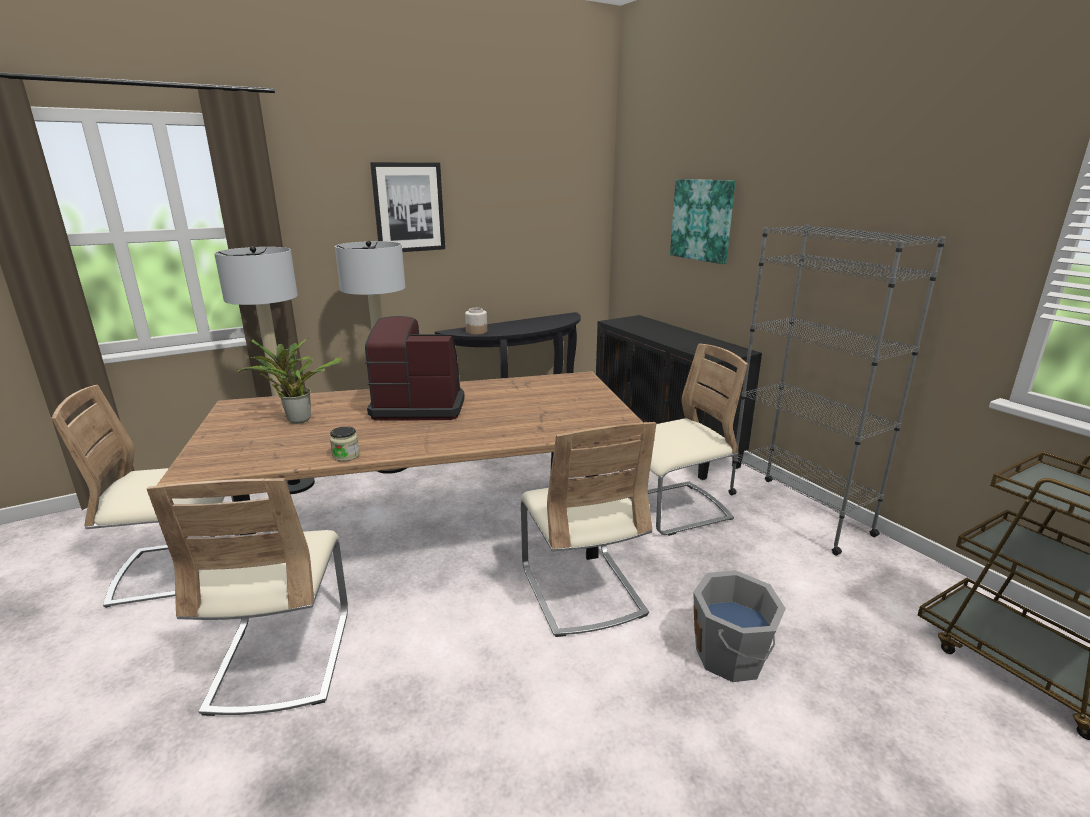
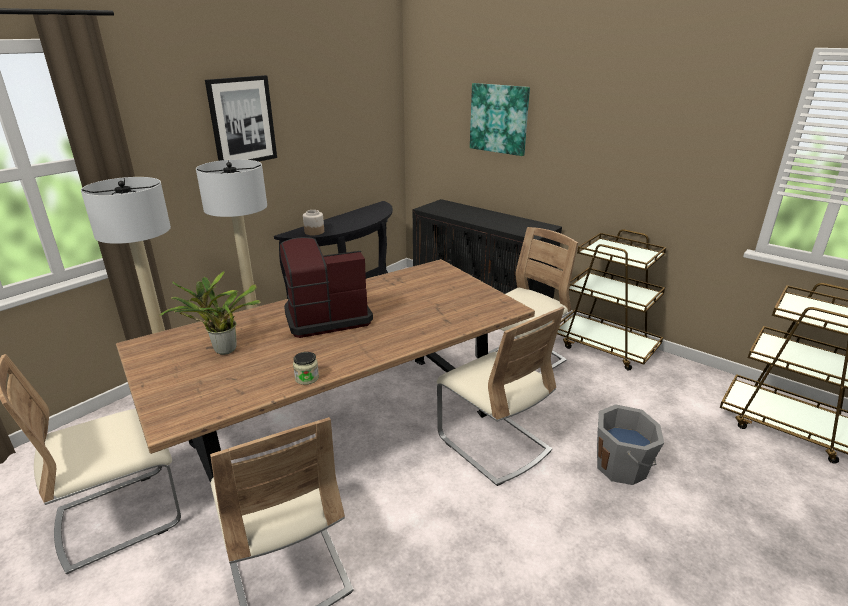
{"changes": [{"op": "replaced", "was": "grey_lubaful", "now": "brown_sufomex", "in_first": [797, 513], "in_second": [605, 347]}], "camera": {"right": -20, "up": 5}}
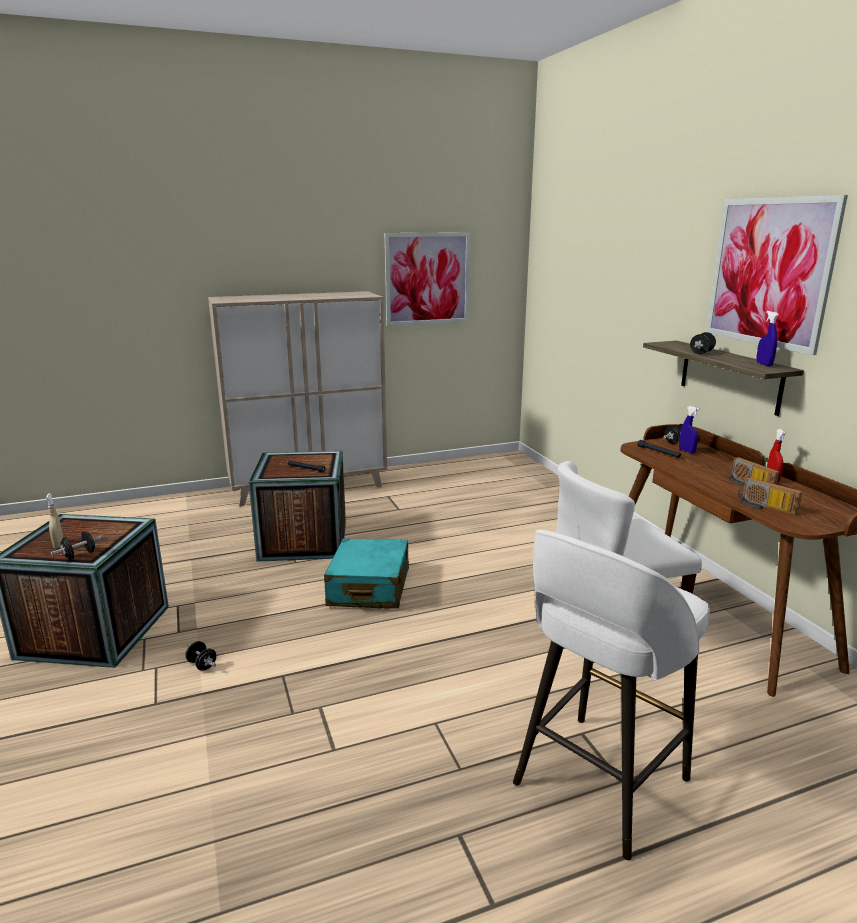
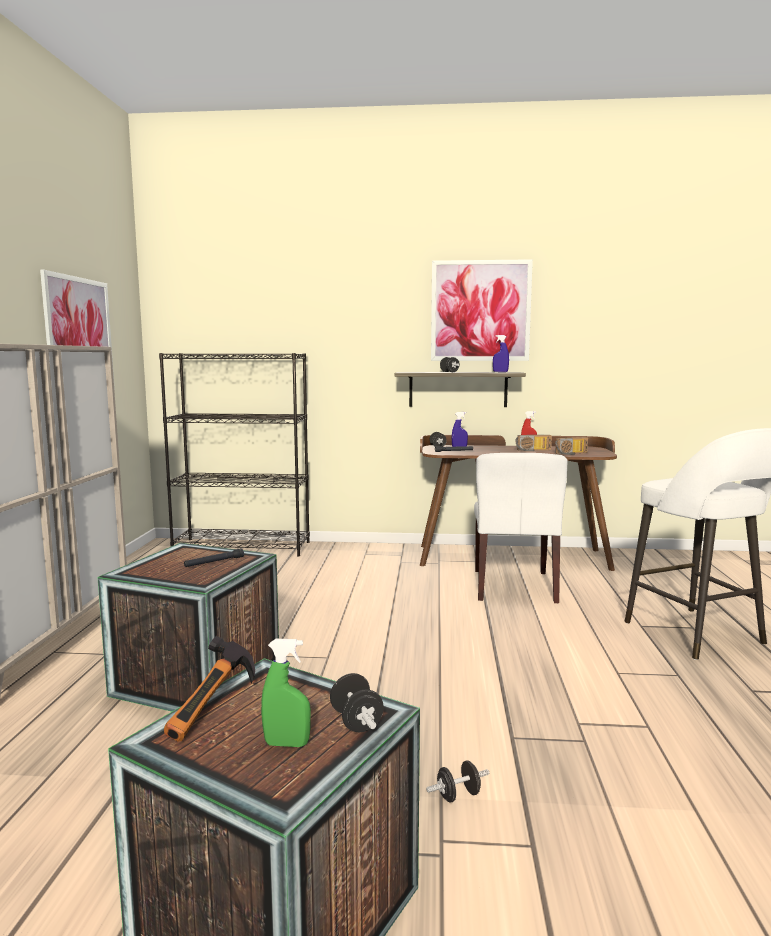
{"changes": [{"op": "removed", "was": "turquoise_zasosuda", "in_first": [369, 588]}, {"op": "added", "now": "black_lubaful", "in_second": [243, 547]}, {"op": "added", "now": "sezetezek", "in_second": [215, 709]}, {"op": "recoloured", "was": "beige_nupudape", "now": "green_nupudape", "in_first": [58, 545], "in_second": [286, 744]}], "camera": {"right": -65, "up": -10}}
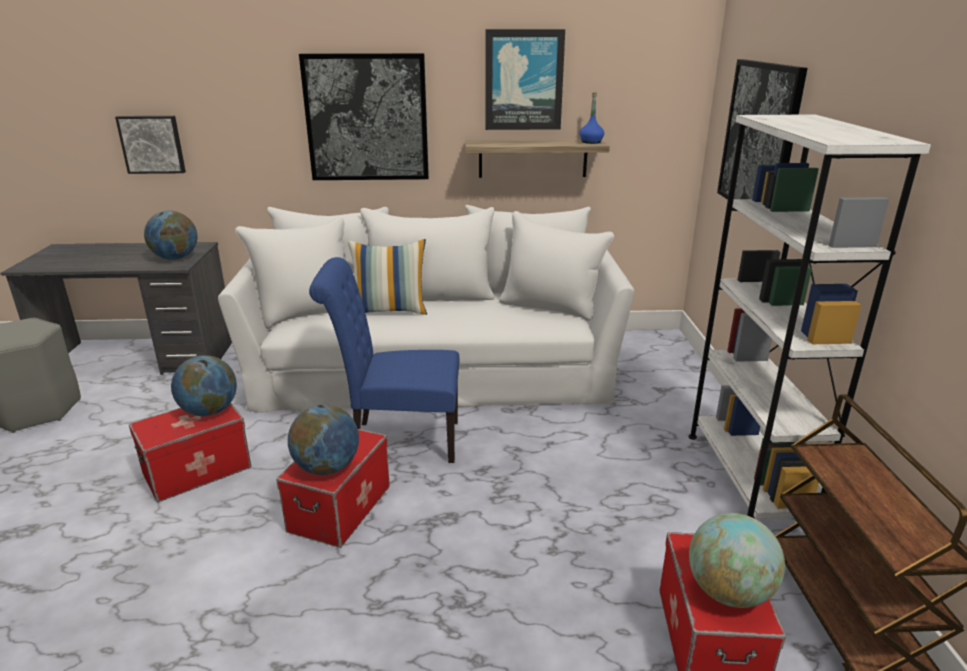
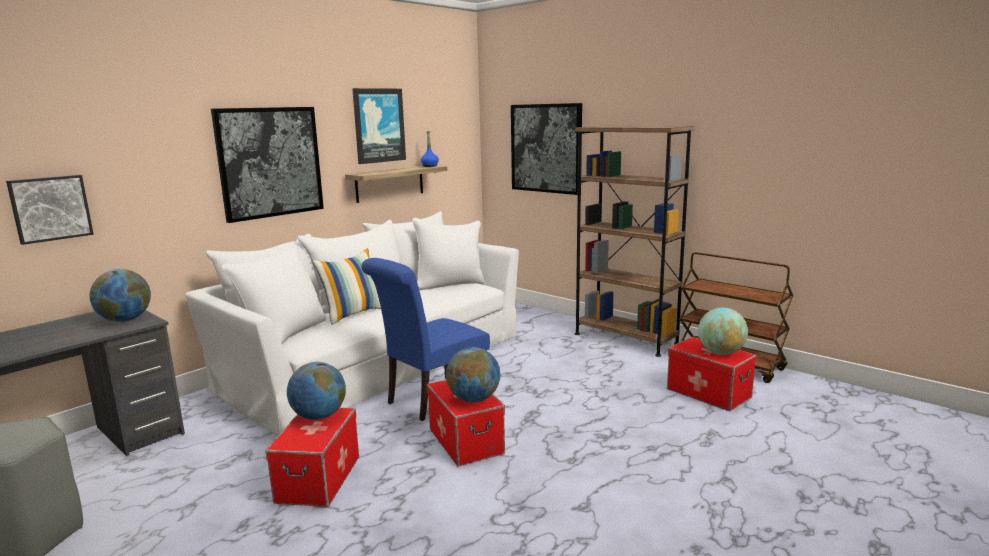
{"changes": [{"op": "recoloured", "was": "white_lubaful", "now": "brown_lubaful", "in_first": [747, 478], "in_second": [625, 339]}], "camera": {"right": -45, "up": -10}}
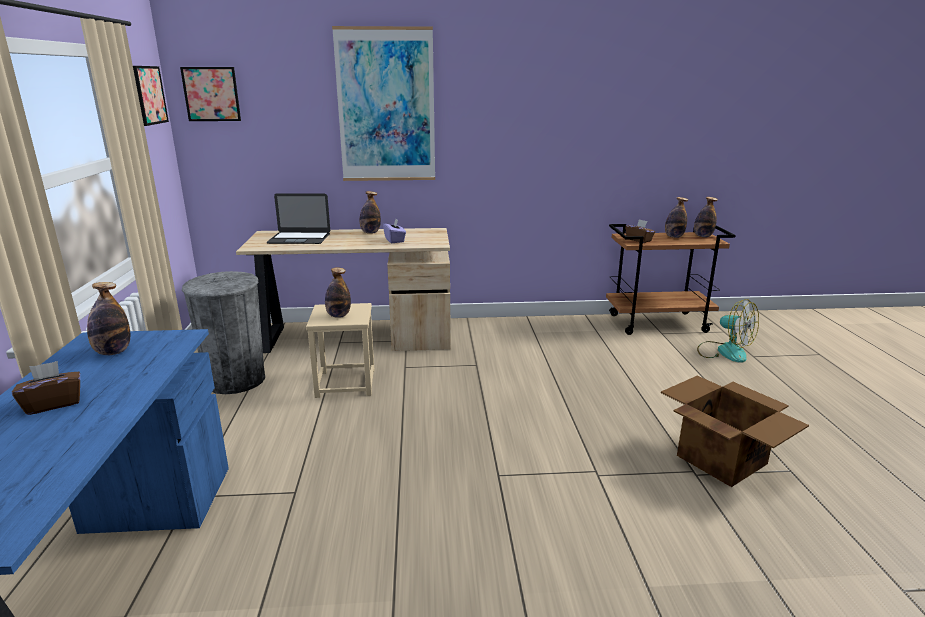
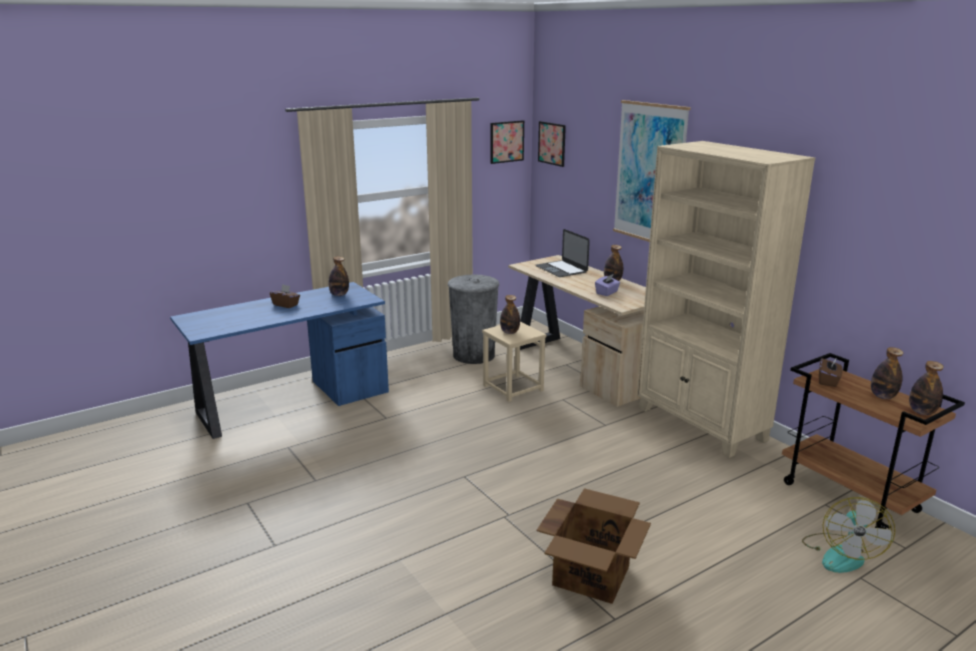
{"changes": [{"op": "added", "now": "beige_lubaful", "in_second": [701, 425]}], "camera": {"right": 60, "up": 0}}
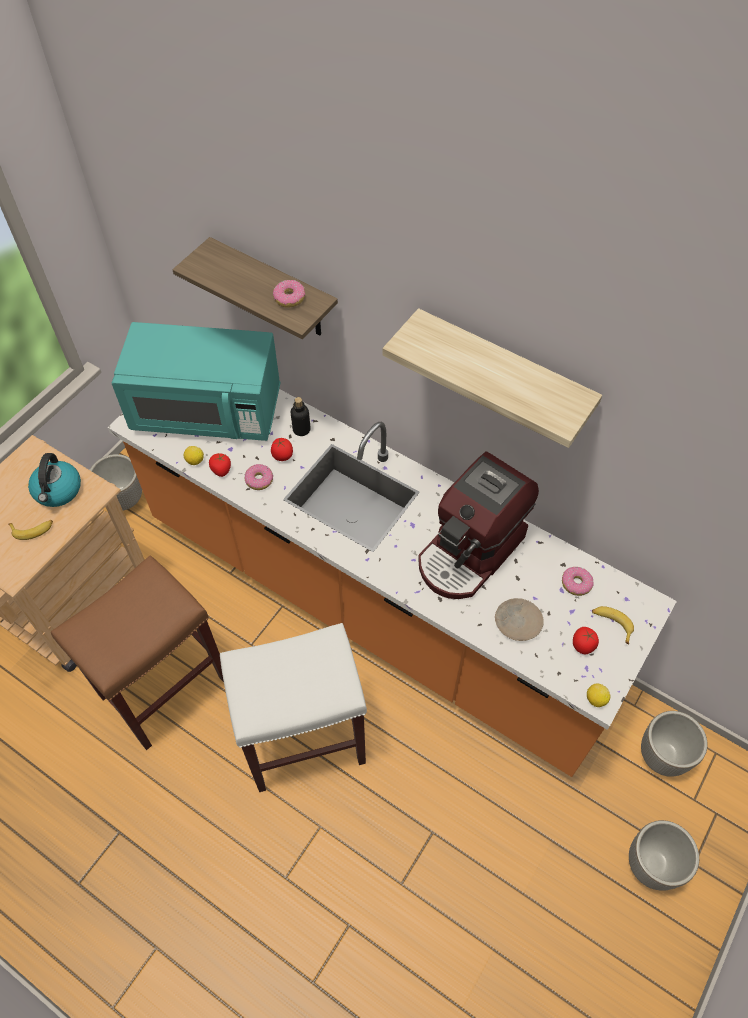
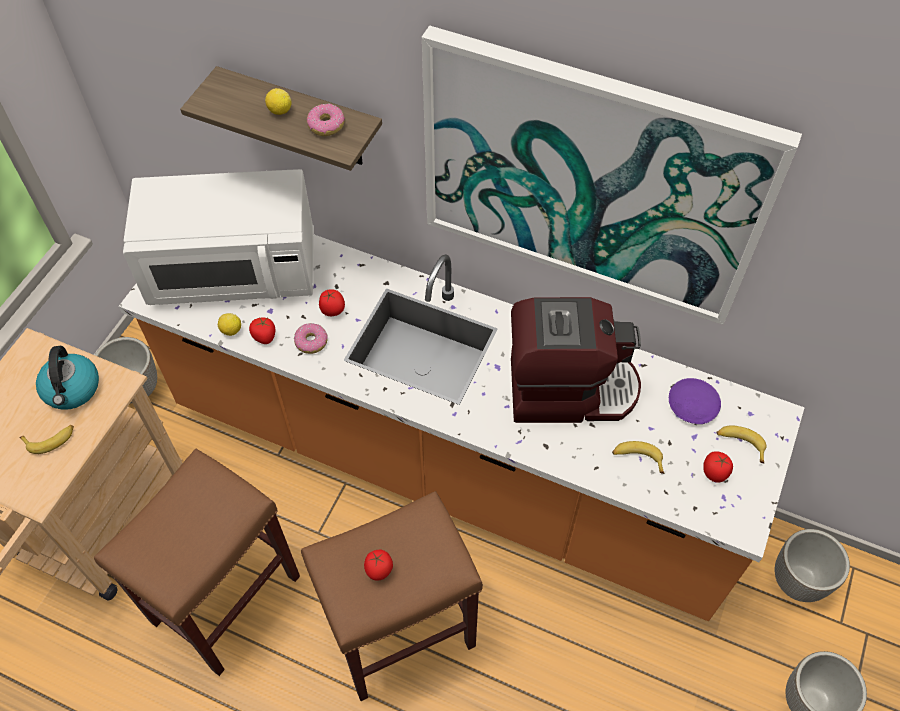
{"changes": [{"op": "removed", "was": "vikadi", "in_first": [301, 429]}, {"op": "added", "now": "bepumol", "in_second": [379, 570]}, {"op": "moved", "was": "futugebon", "in_first": [595, 699], "in_second": [280, 111]}, {"op": "replaced", "was": "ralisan", "now": "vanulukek", "in_first": [502, 373], "in_second": [589, 179]}, {"op": "replaced", "was": "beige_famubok", "now": "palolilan", "in_first": [517, 622], "in_second": [637, 458]}, {"op": "replaced", "was": "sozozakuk", "now": "purple_famubok", "in_first": [576, 584], "in_second": [692, 405]}, {"op": "recoloured", "was": "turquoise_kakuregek", "now": "white_kakuregek", "in_first": [207, 410], "in_second": [234, 270]}, {"op": "recoloured", "was": "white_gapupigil", "now": "brown_gapupigil", "in_first": [305, 737], "in_second": [401, 629]}, {"op": "turned", "was": "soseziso", "in_first": [470, 552], "in_second": [569, 388], "clockwise": -120}], "camera": {"right": -10, "up": 0}}
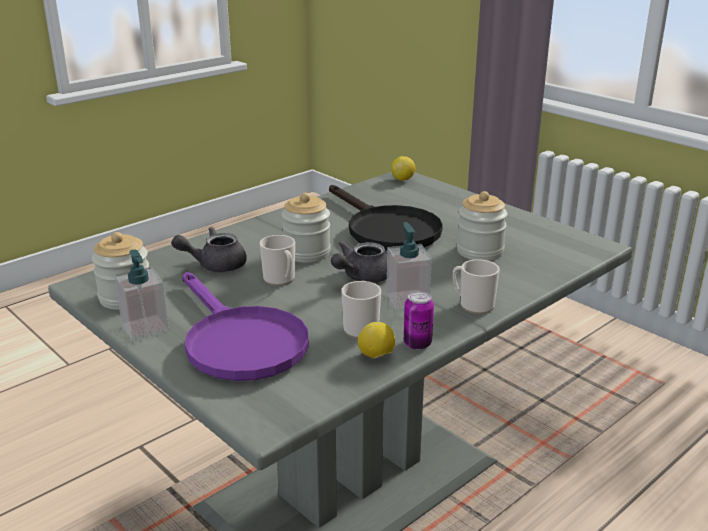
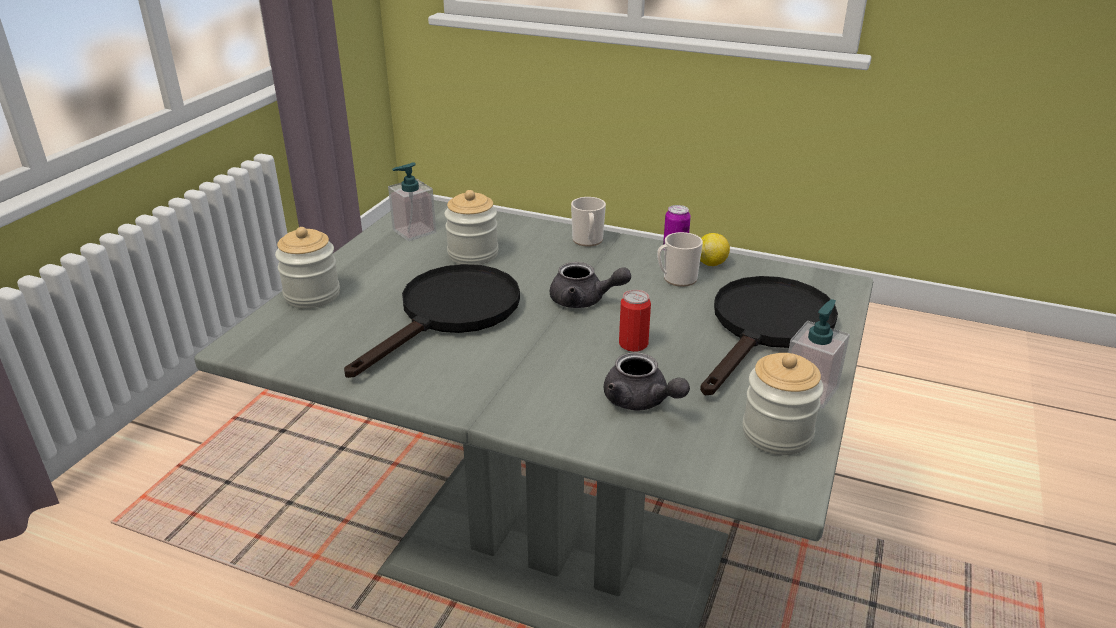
{"changes": [{"op": "removed", "was": "futugebon", "in_first": [403, 179]}, {"op": "moved", "was": "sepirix", "in_first": [307, 253], "in_second": [312, 295]}, {"op": "moved", "was": "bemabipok", "in_first": [407, 299], "in_second": [414, 231]}, {"op": "replaced", "was": "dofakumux", "now": "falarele", "in_first": [281, 280], "in_second": [633, 344]}, {"op": "recoloured", "was": "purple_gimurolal", "now": "black_gimurolal", "in_first": [239, 342], "in_second": [766, 328]}], "camera": {"right": -115, "up": 5}}
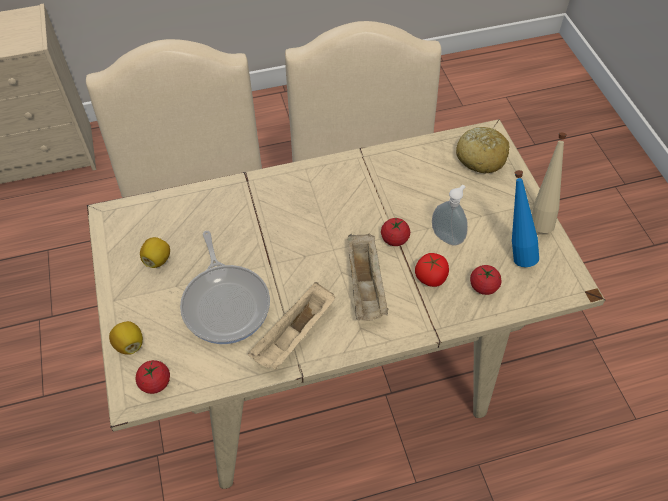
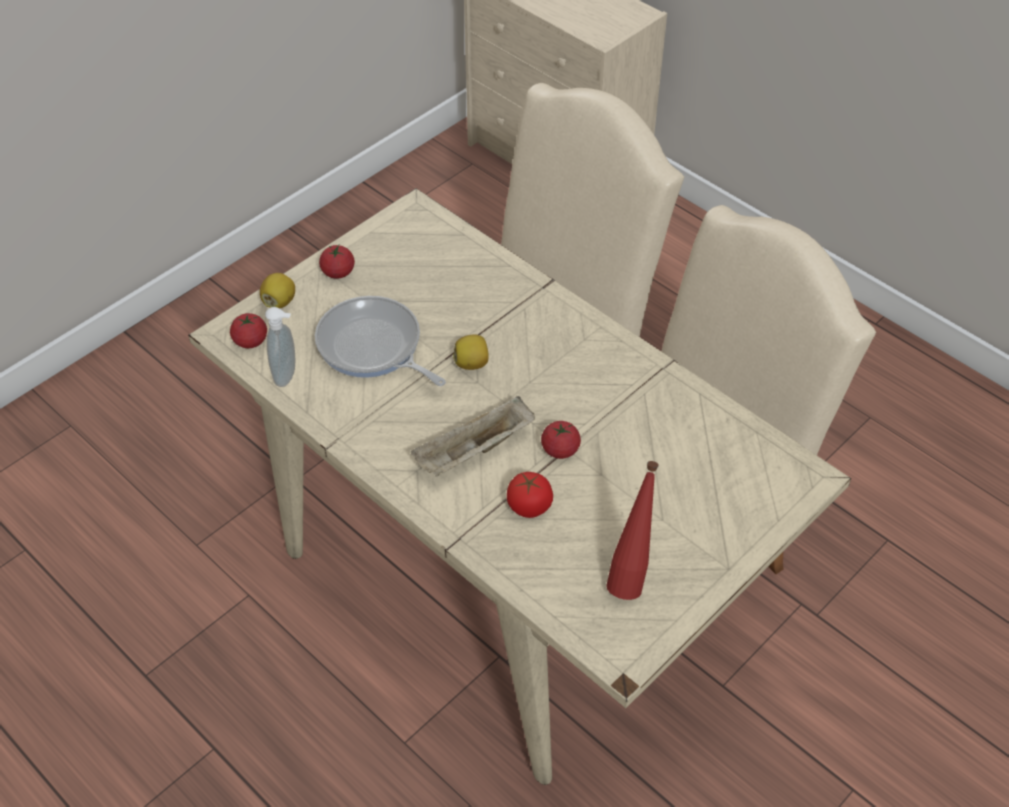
{"changes": [{"op": "removed", "was": "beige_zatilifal", "in_first": [294, 336]}, {"op": "removed", "was": "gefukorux", "in_first": [481, 157]}, {"op": "removed", "was": "beige_vikadi", "in_first": [539, 217]}, {"op": "moved", "was": "futugebon", "in_first": [157, 259], "in_second": [472, 363]}, {"op": "moved", "was": "bemabipok", "in_first": [447, 236], "in_second": [288, 375]}, {"op": "moved", "was": "bepumol", "in_first": [483, 286], "in_second": [338, 272]}, {"op": "recoloured", "was": "blue_vikadi", "now": "red_vikadi", "in_first": [514, 252], "in_second": [630, 575]}, {"op": "turned", "was": "gimurolal", "in_first": [226, 303], "in_second": [373, 347], "clockwise": 90}], "camera": {"right": 60, "up": -5}}
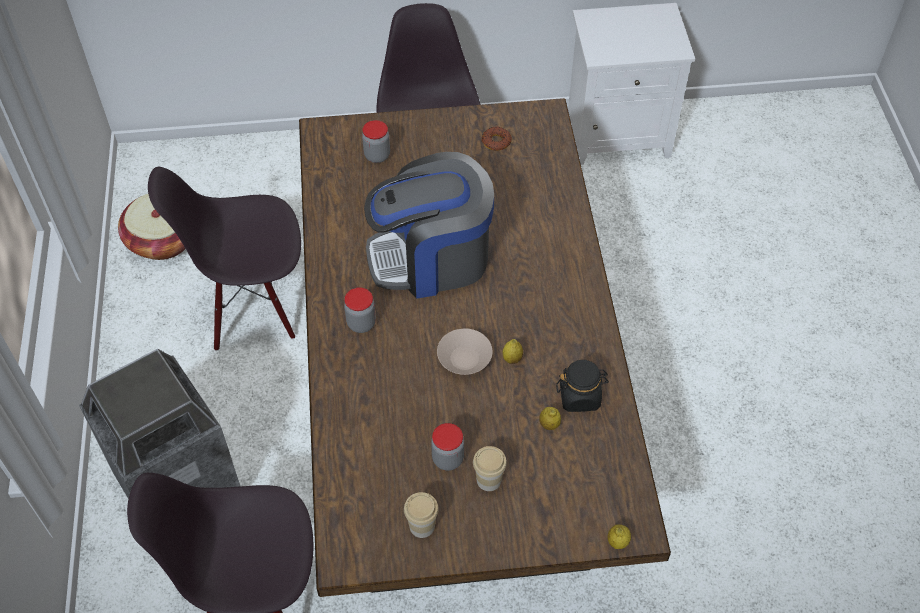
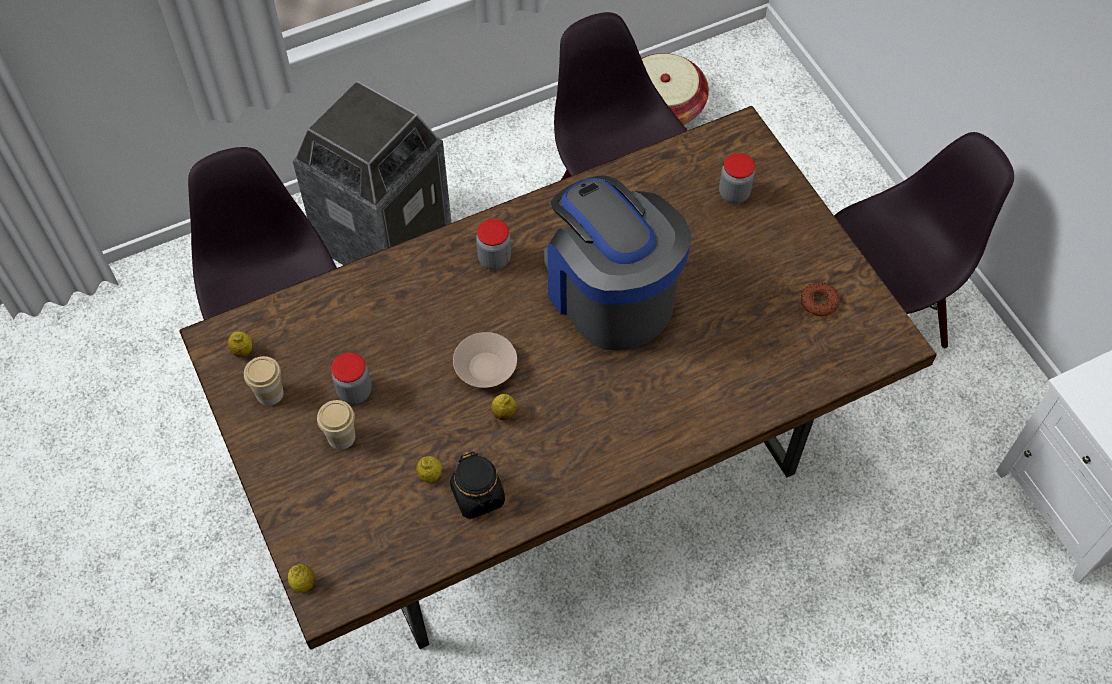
{"changes": [{"op": "added", "now": "futugebon", "in_second": [242, 351]}], "camera": {"right": 70, "up": 5}}
